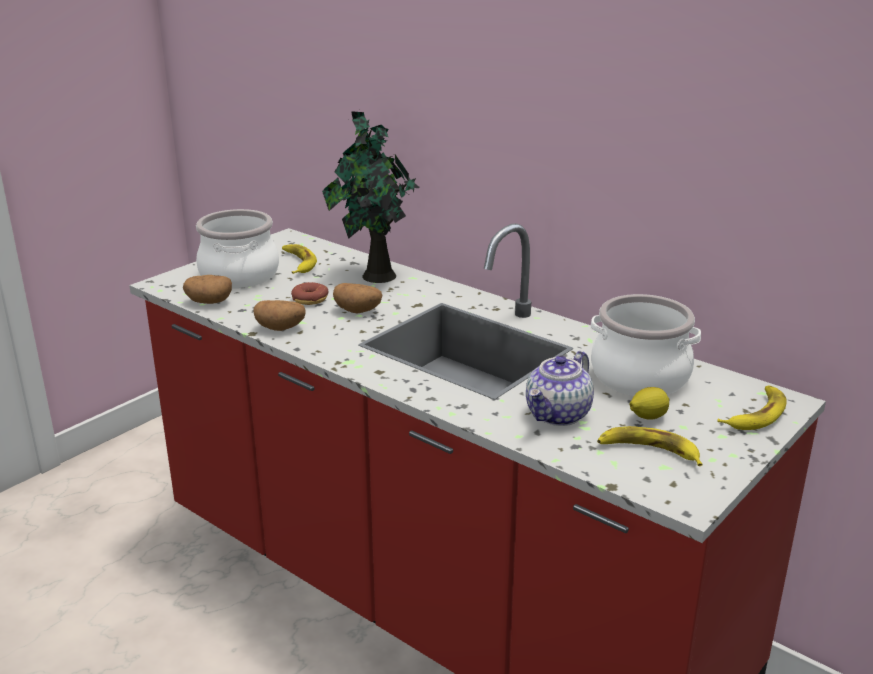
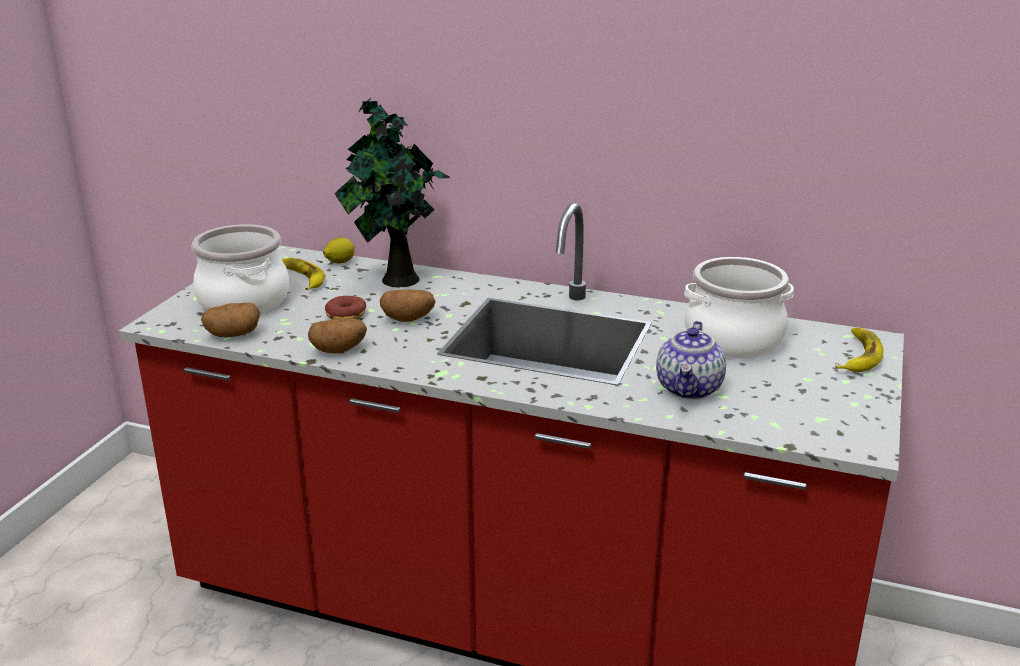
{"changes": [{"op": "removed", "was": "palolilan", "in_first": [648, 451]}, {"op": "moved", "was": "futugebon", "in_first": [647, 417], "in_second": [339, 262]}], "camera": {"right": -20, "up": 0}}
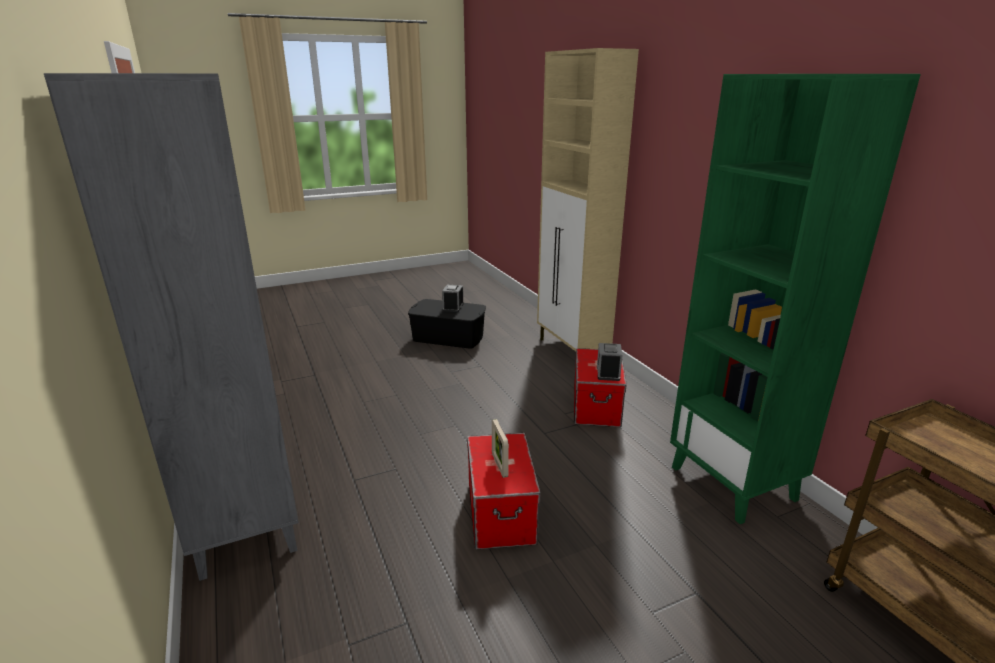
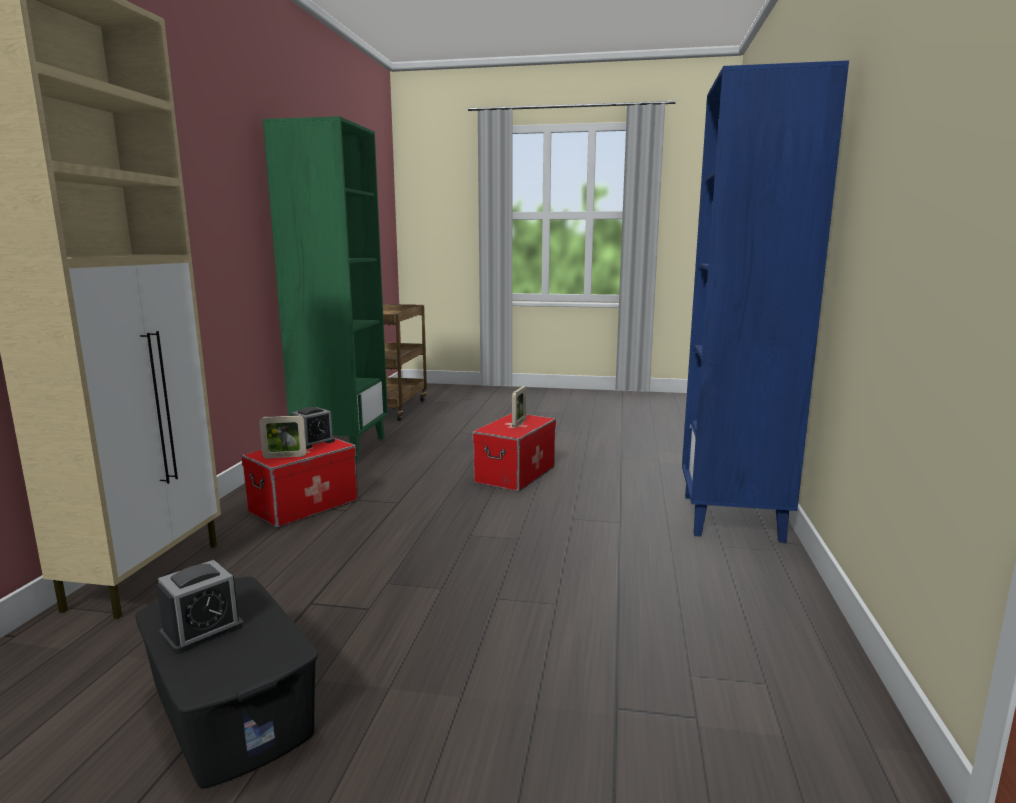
{"changes": [{"op": "added", "now": "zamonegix", "in_second": [285, 456]}, {"op": "recoloured", "was": "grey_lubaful", "now": "blue_lubaful", "in_first": [245, 528], "in_second": [732, 518]}], "camera": {"right": -145, "up": -10}}
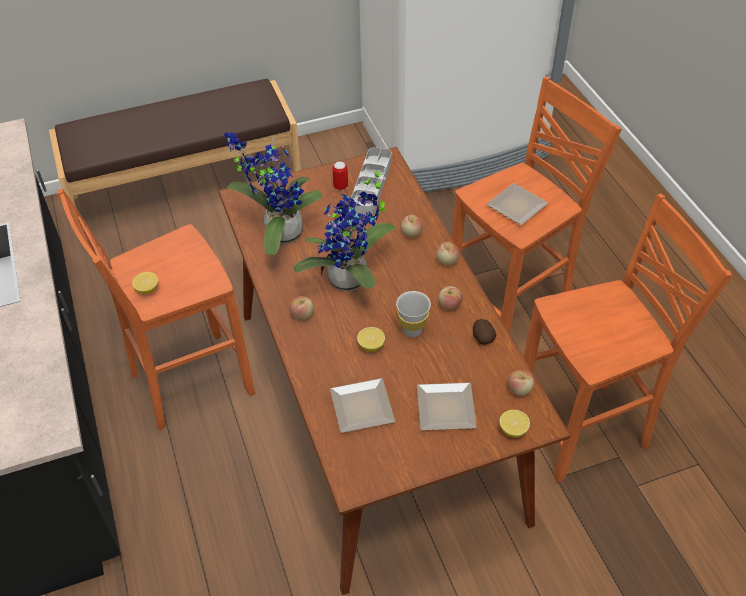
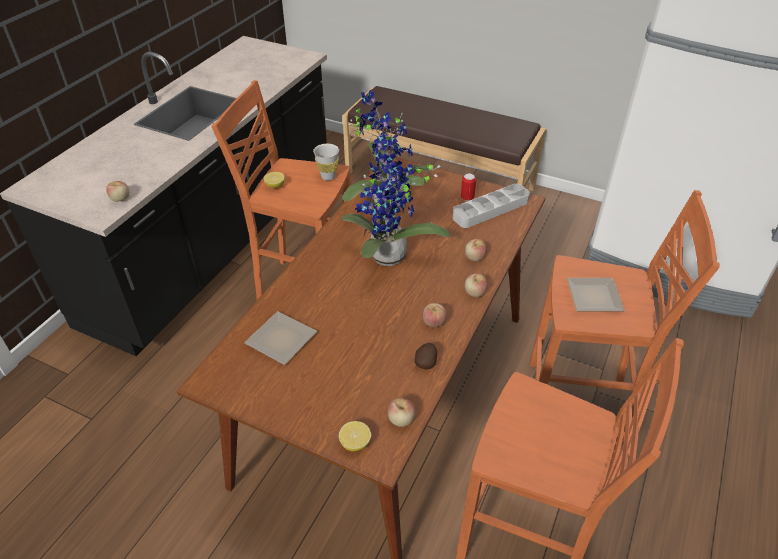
{"changes": [{"op": "removed", "was": "futugebon", "in_first": [371, 346]}, {"op": "removed", "was": "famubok", "in_first": [448, 410]}, {"op": "moved", "was": "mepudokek", "in_first": [302, 315], "in_second": [120, 199]}, {"op": "moved", "was": "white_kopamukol", "in_first": [412, 330], "in_second": [328, 177]}], "camera": {"right": 45, "up": -5}}
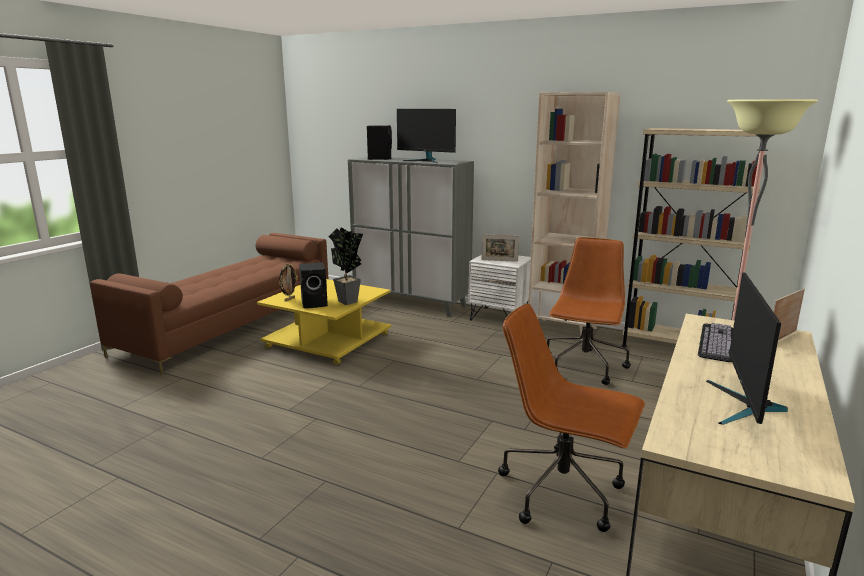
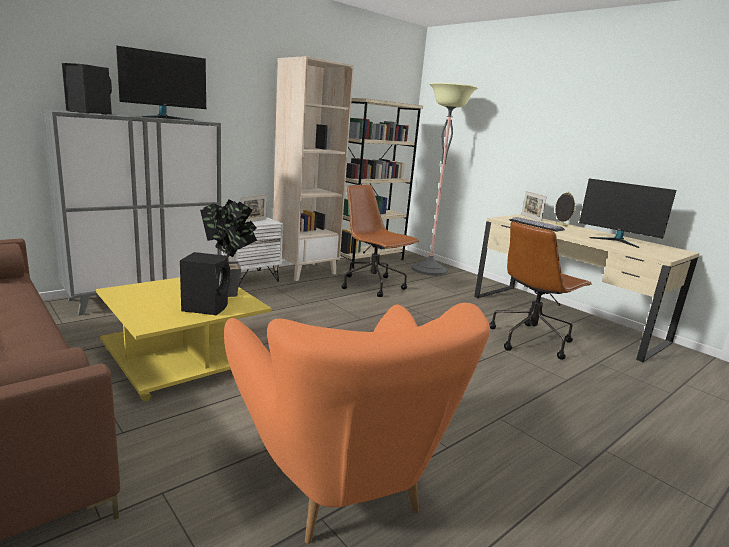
{"changes": [{"op": "added", "now": "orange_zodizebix", "in_second": [340, 479]}, {"op": "moved", "was": "zamonegix", "in_first": [289, 299], "in_second": [561, 225]}], "camera": {"right": -70, "up": 0}}
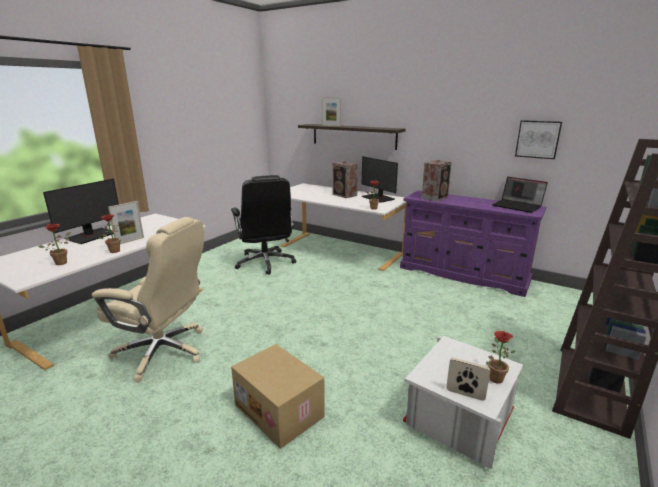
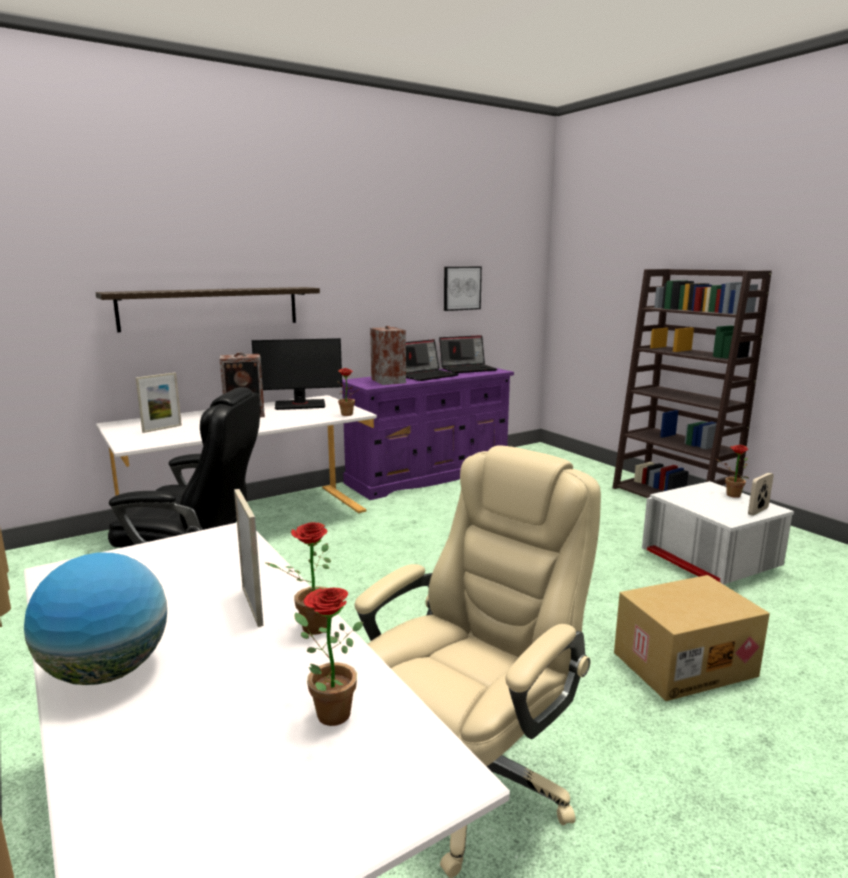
{"changes": [{"op": "added", "now": "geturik", "in_second": [427, 375]}, {"op": "moved", "was": "zamonegix", "in_first": [331, 125], "in_second": [162, 428]}, {"op": "replaced", "was": "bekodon", "now": "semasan", "in_first": [91, 236], "in_second": [107, 671]}], "camera": {"right": -65, "up": -5}}
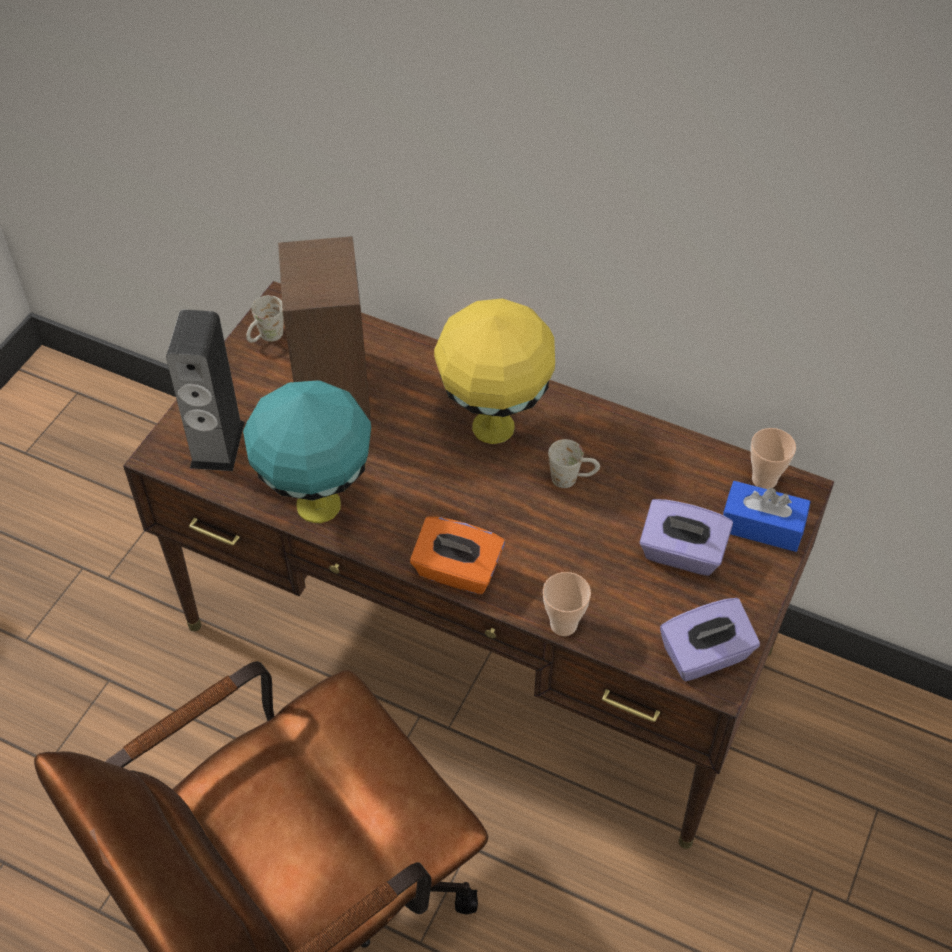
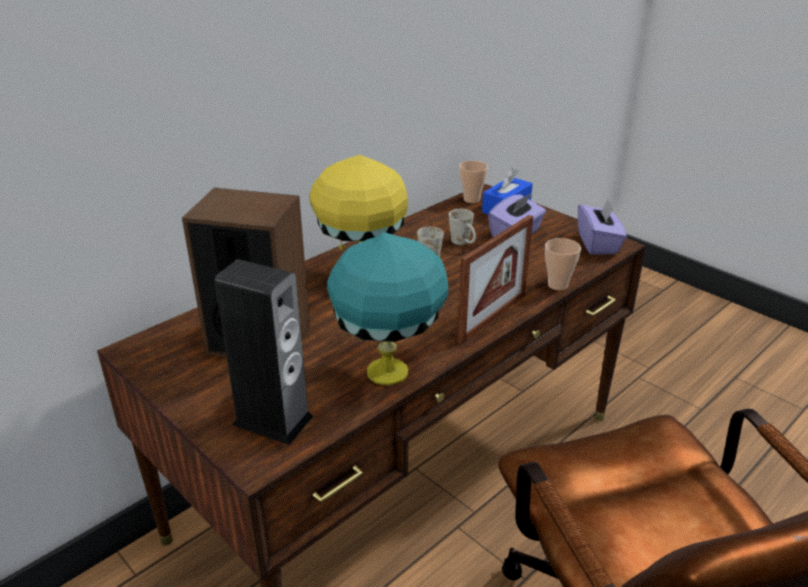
{"changes": [{"op": "moved", "was": "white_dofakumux", "in_first": [266, 338], "in_second": [463, 243]}, {"op": "replaced", "was": "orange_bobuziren", "now": "zamonegix", "in_first": [457, 572], "in_second": [492, 318]}], "camera": {"right": -70, "up": -20}}
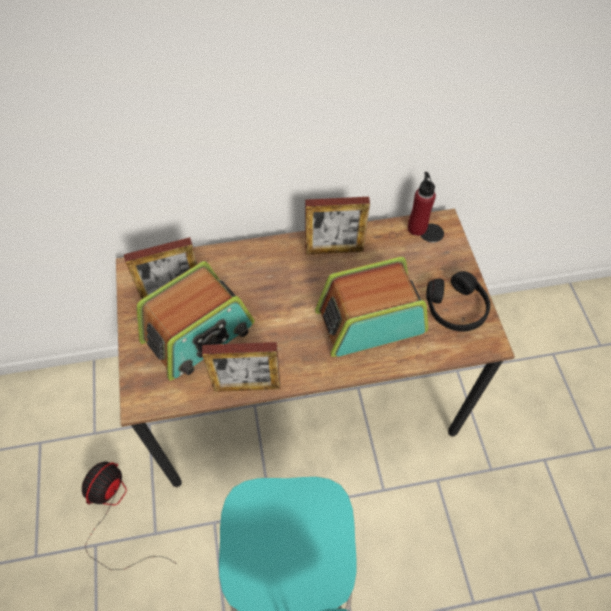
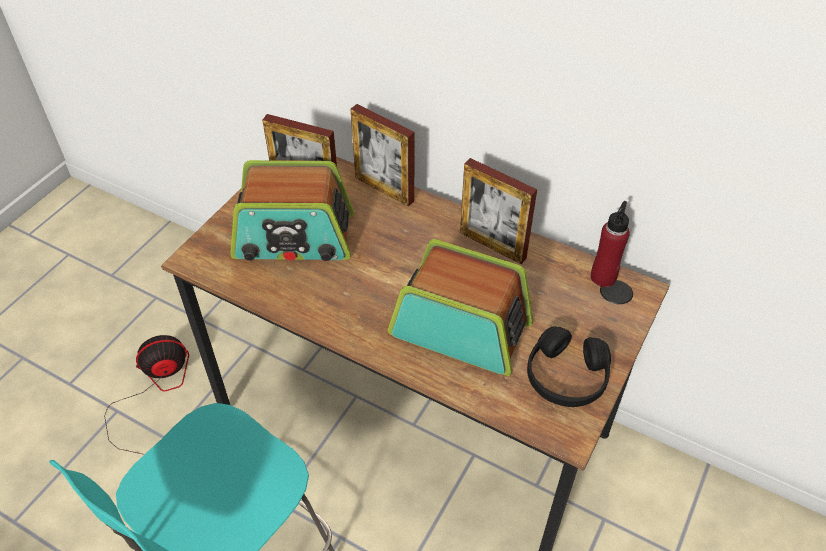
{"changes": [{"op": "moved", "was": "zamonegix", "in_first": [247, 386], "in_second": [384, 189]}], "camera": {"right": 40, "up": -10}}
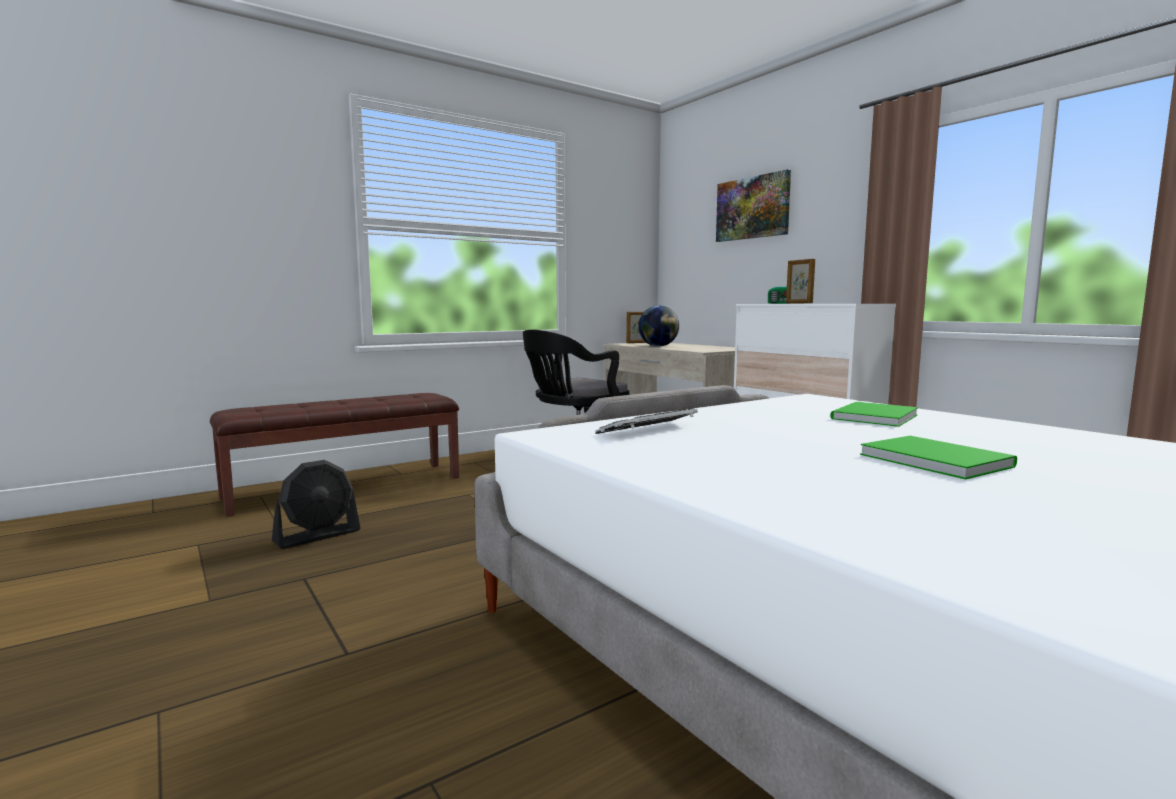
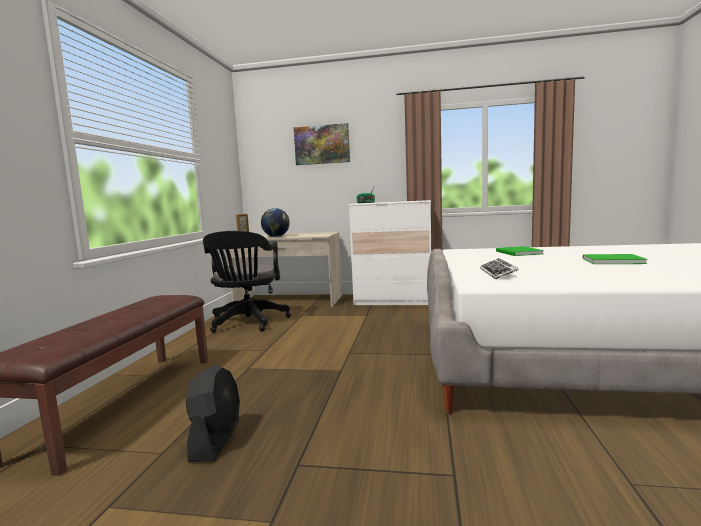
{"changes": [{"op": "removed", "was": "zamonegix", "in_first": [798, 303]}], "camera": {"right": -45, "up": 0}}
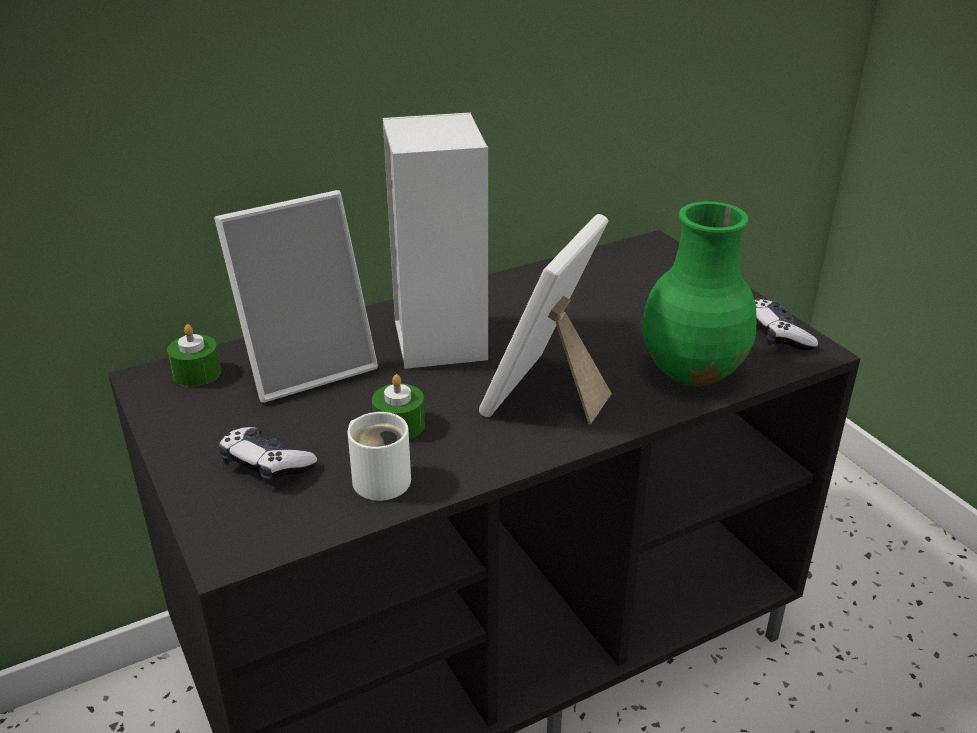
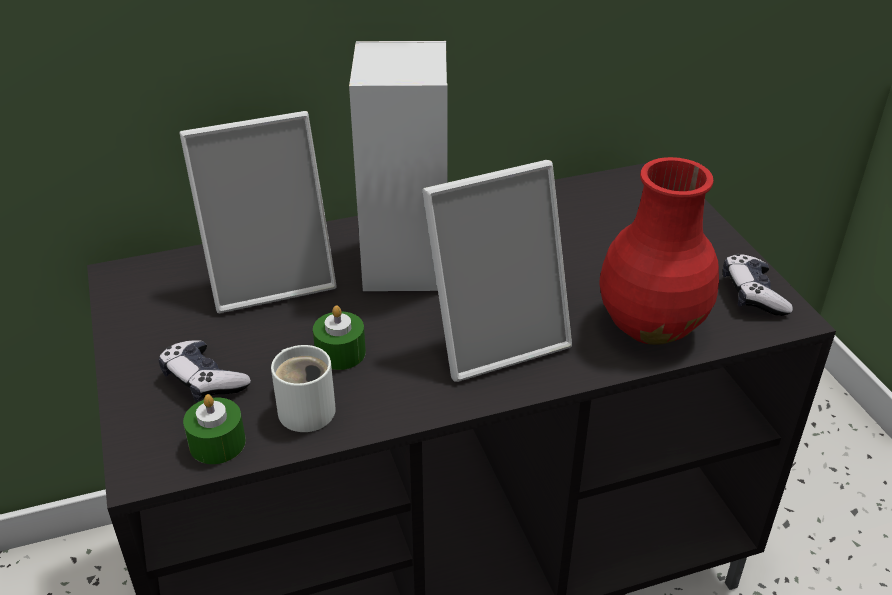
{"changes": [{"op": "moved", "was": "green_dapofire", "in_first": [196, 373], "in_second": [217, 443]}, {"op": "recoloured", "was": "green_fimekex", "now": "red_fimekex", "in_first": [691, 372], "in_second": [649, 327]}, {"op": "turned", "was": "zamonegix", "in_first": [547, 396], "in_second": [495, 337], "clockwise": -150}], "camera": {"right": 10, "up": 5}}
